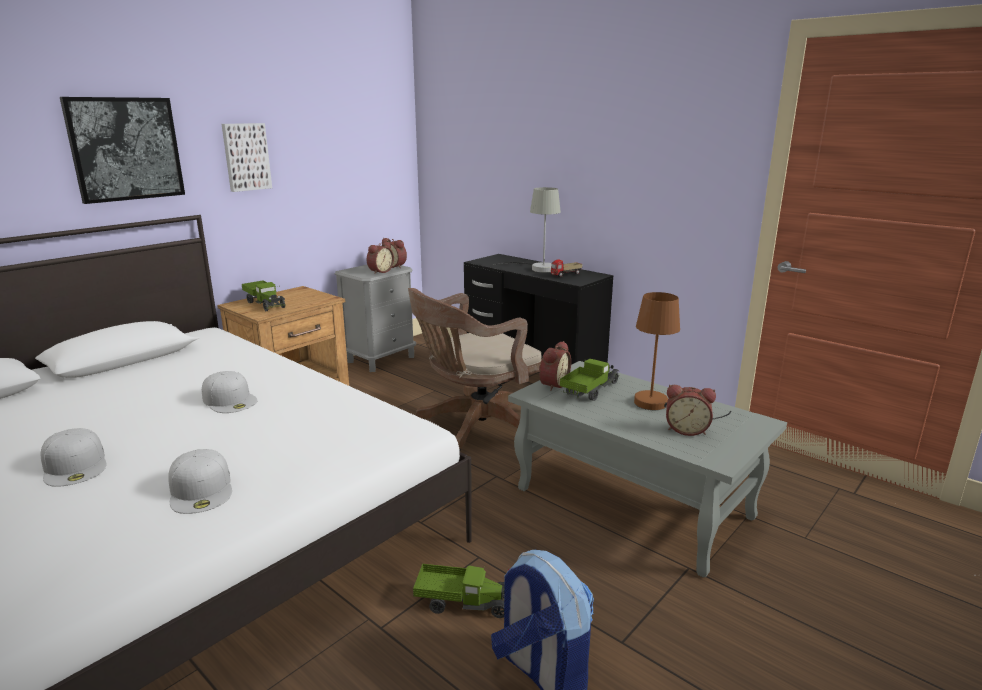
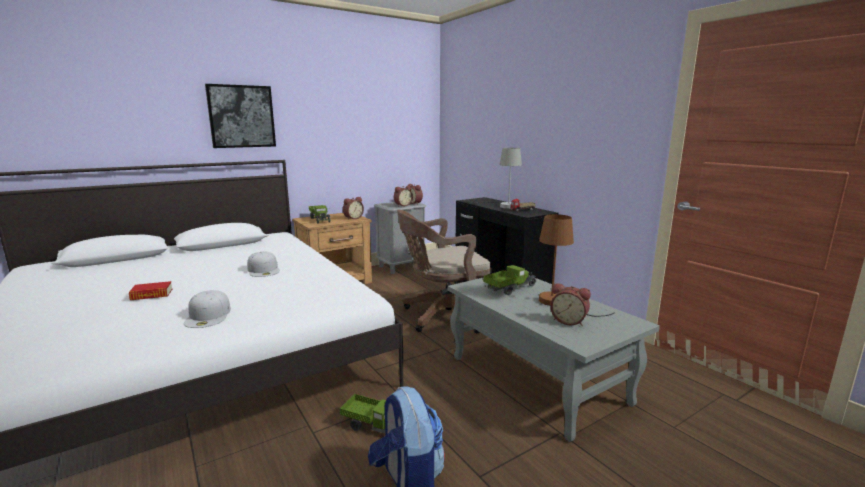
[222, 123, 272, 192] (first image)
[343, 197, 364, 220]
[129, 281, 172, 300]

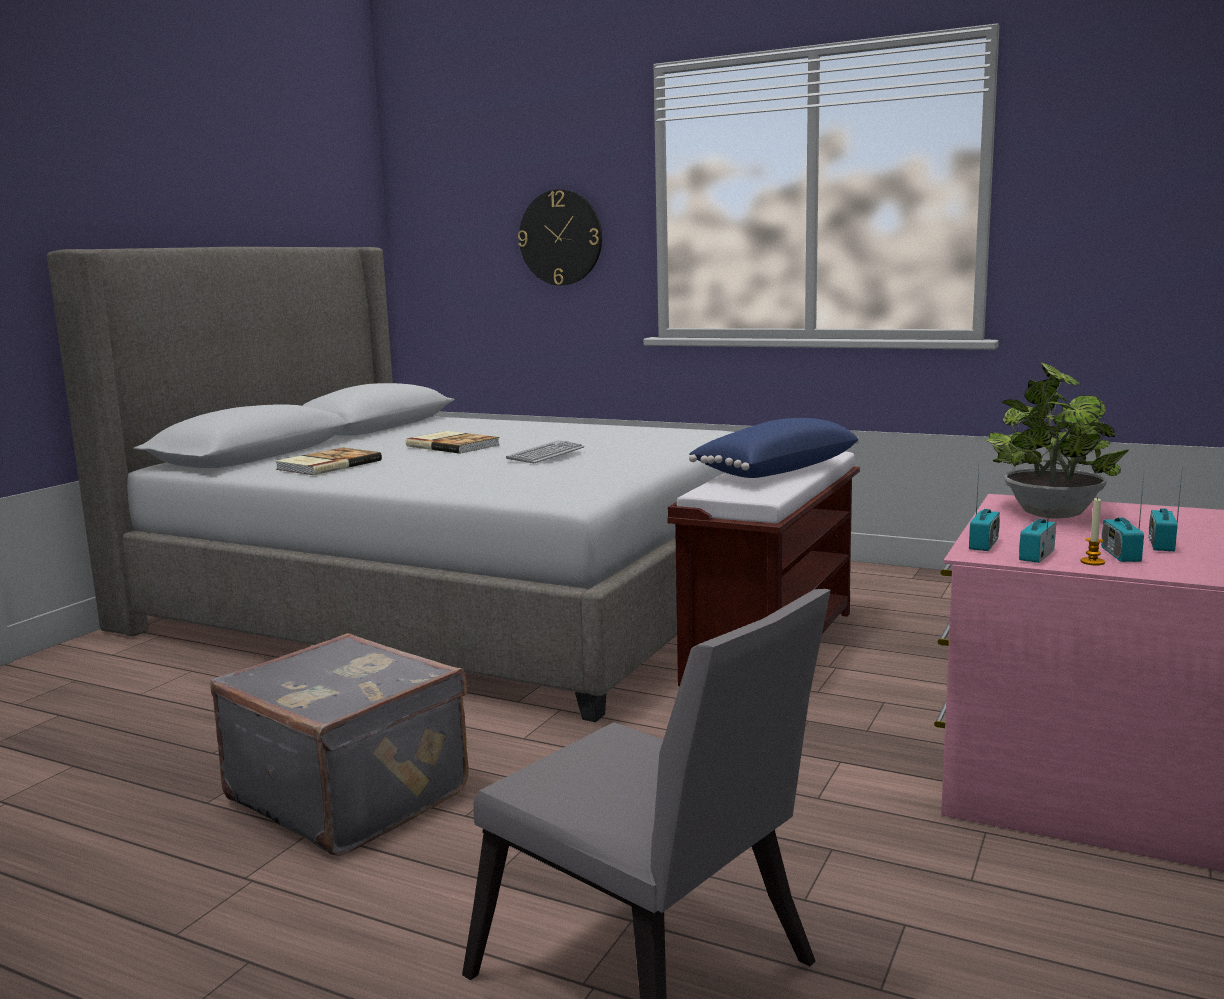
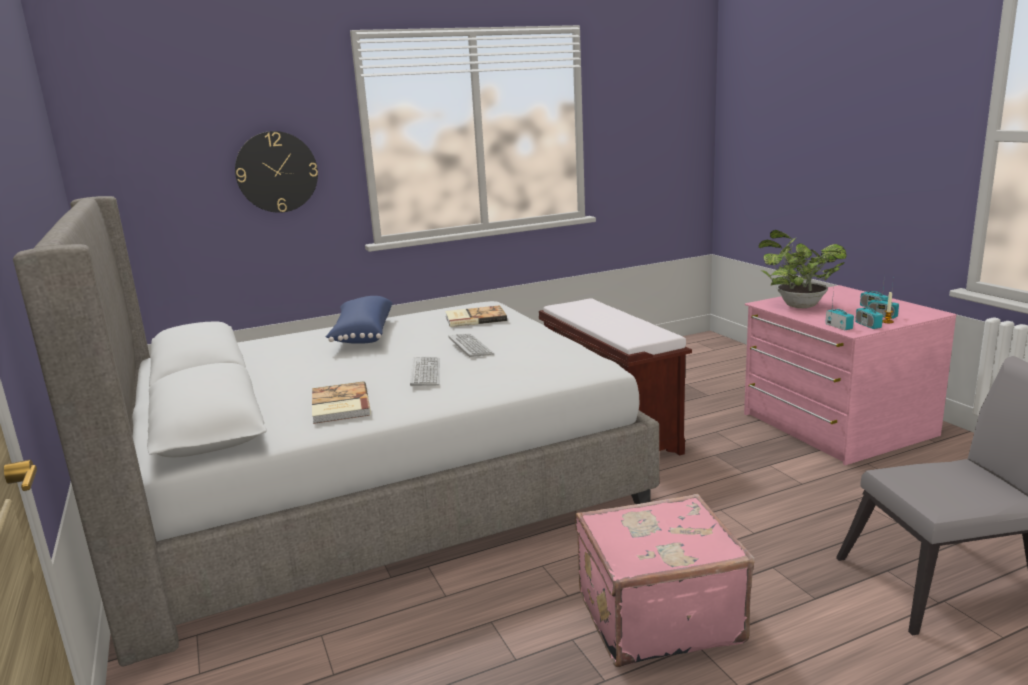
[326, 296, 393, 344]
[445, 305, 507, 327]
[575, 493, 755, 667]
[410, 357, 440, 386]

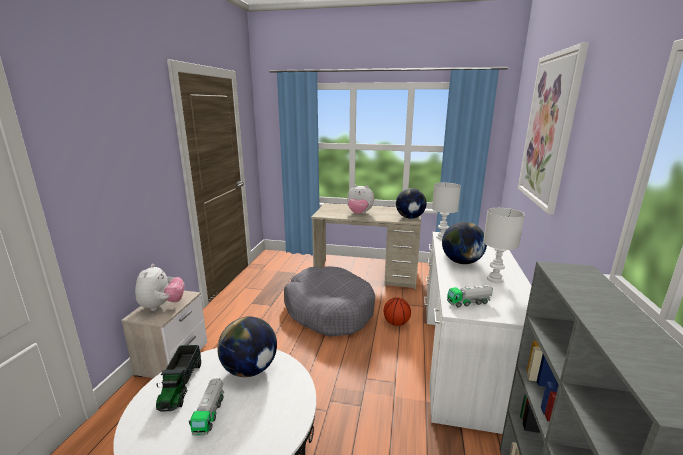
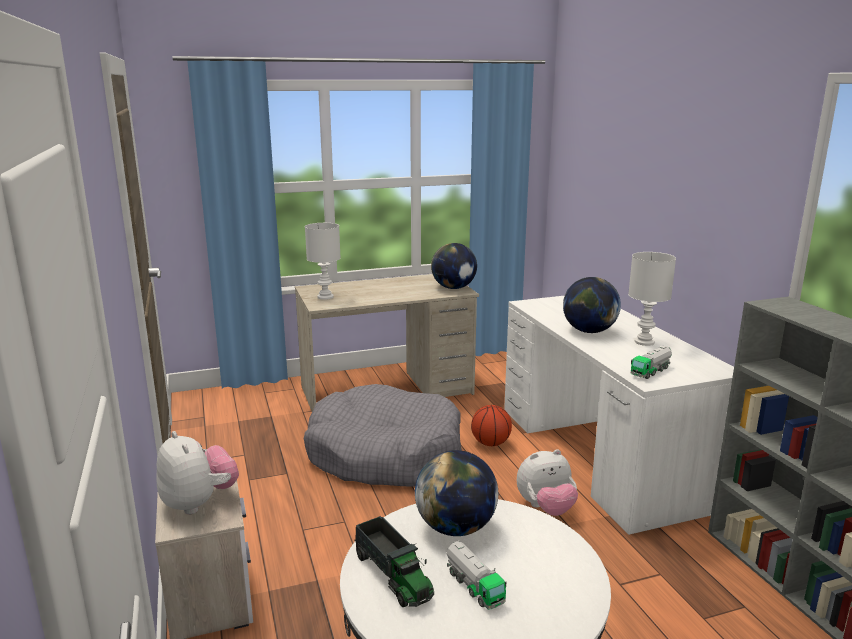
[518, 42, 589, 215] (first image)
[305, 223, 341, 300]
[517, 449, 578, 516]

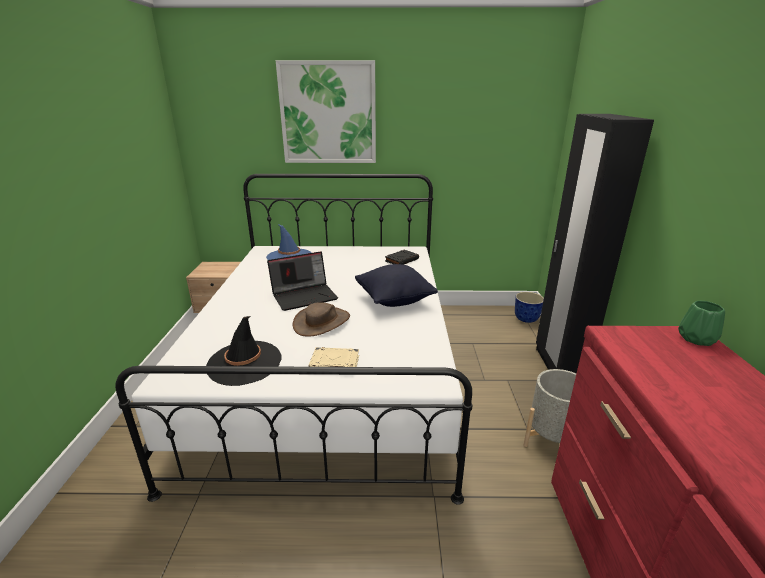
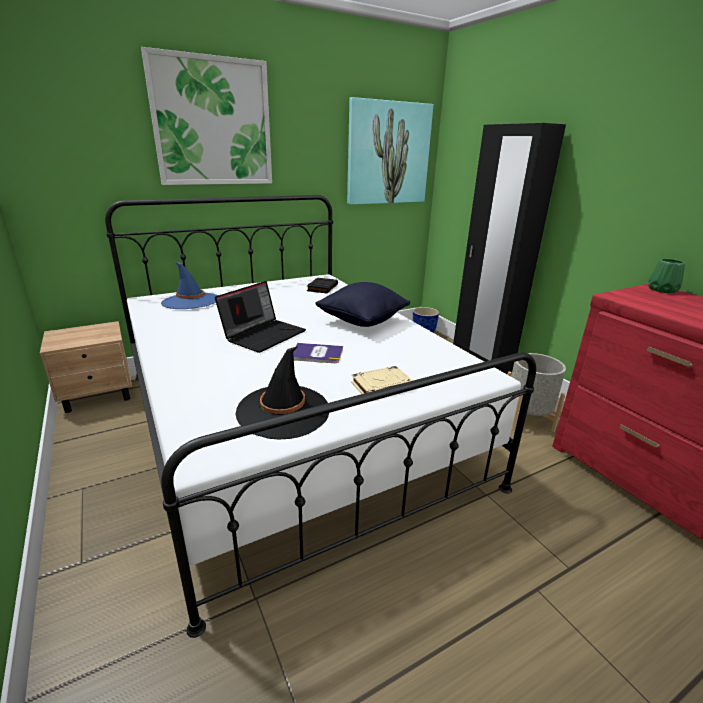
[293, 343, 343, 363]
[347, 97, 434, 205]

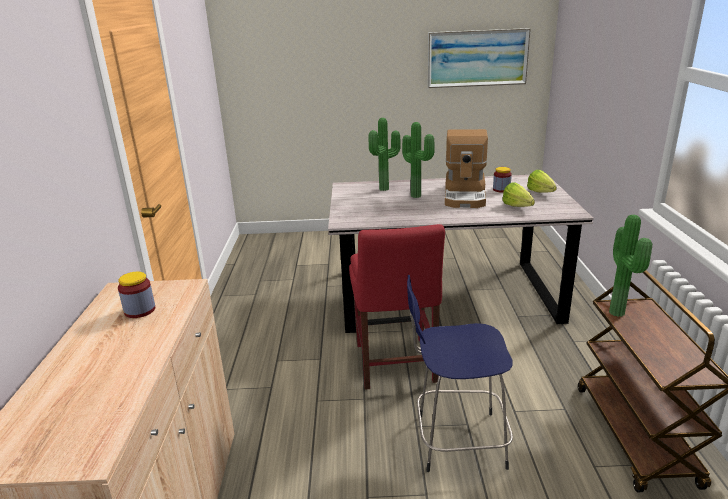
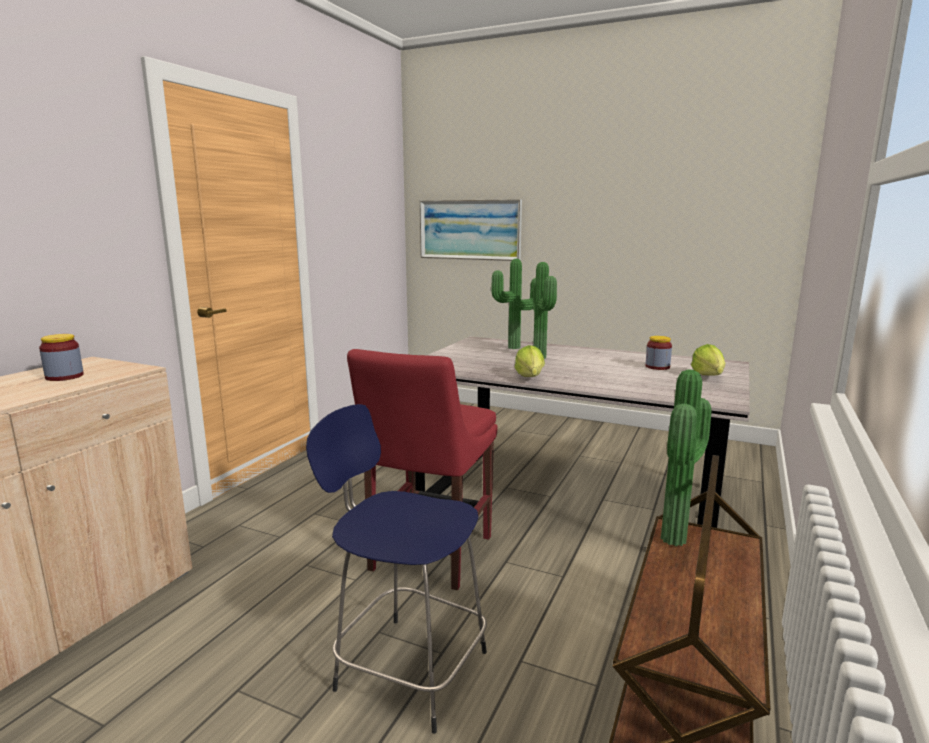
[420, 199, 522, 261]
[445, 129, 488, 208] (first image)
[514, 345, 545, 377]

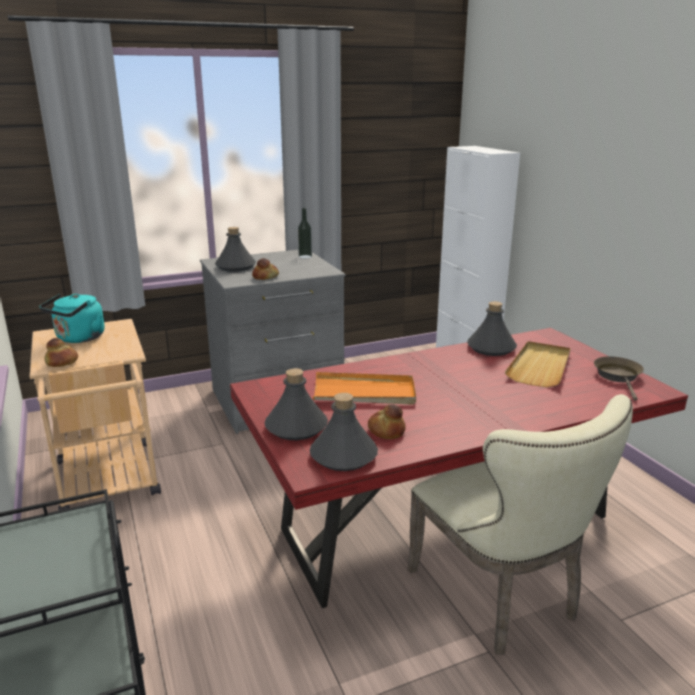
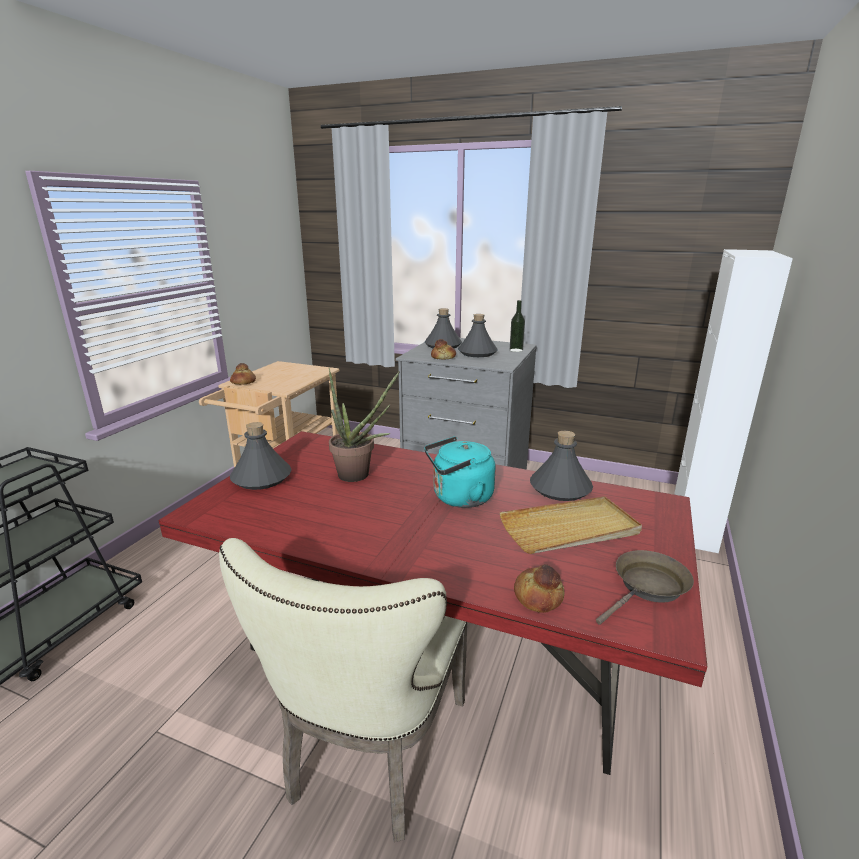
[424, 436, 496, 508]
[329, 368, 400, 482]
[458, 314, 498, 357]
[514, 564, 564, 613]

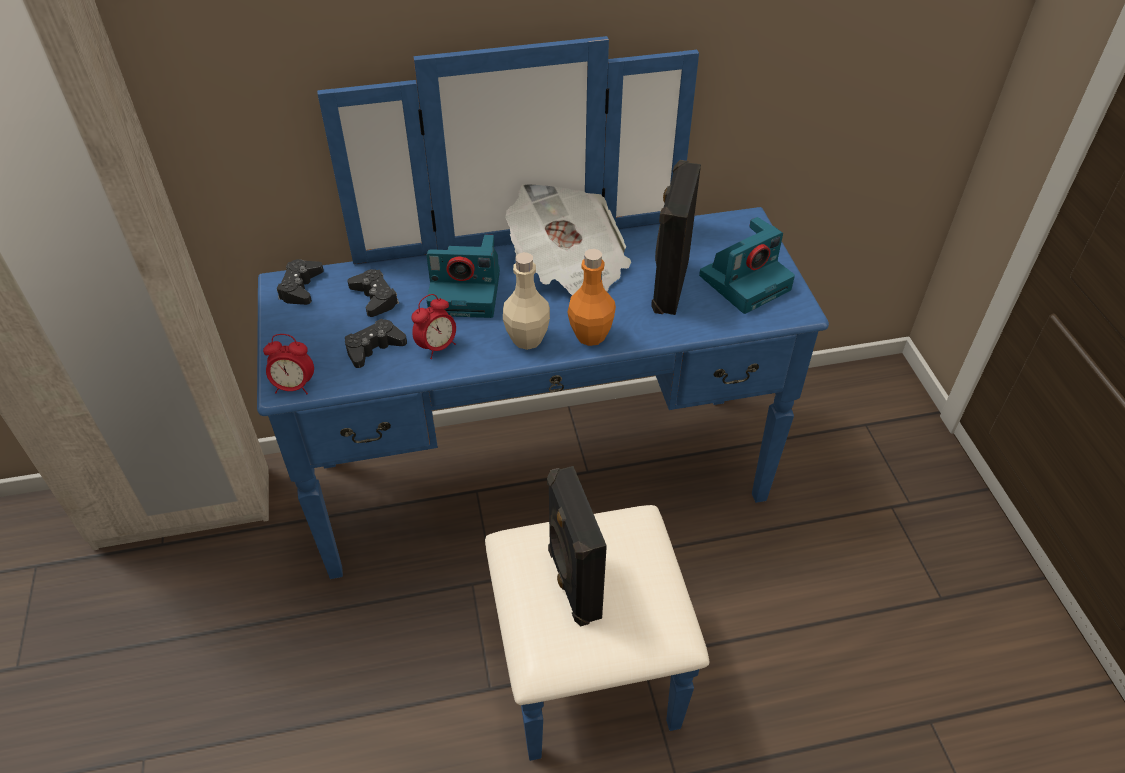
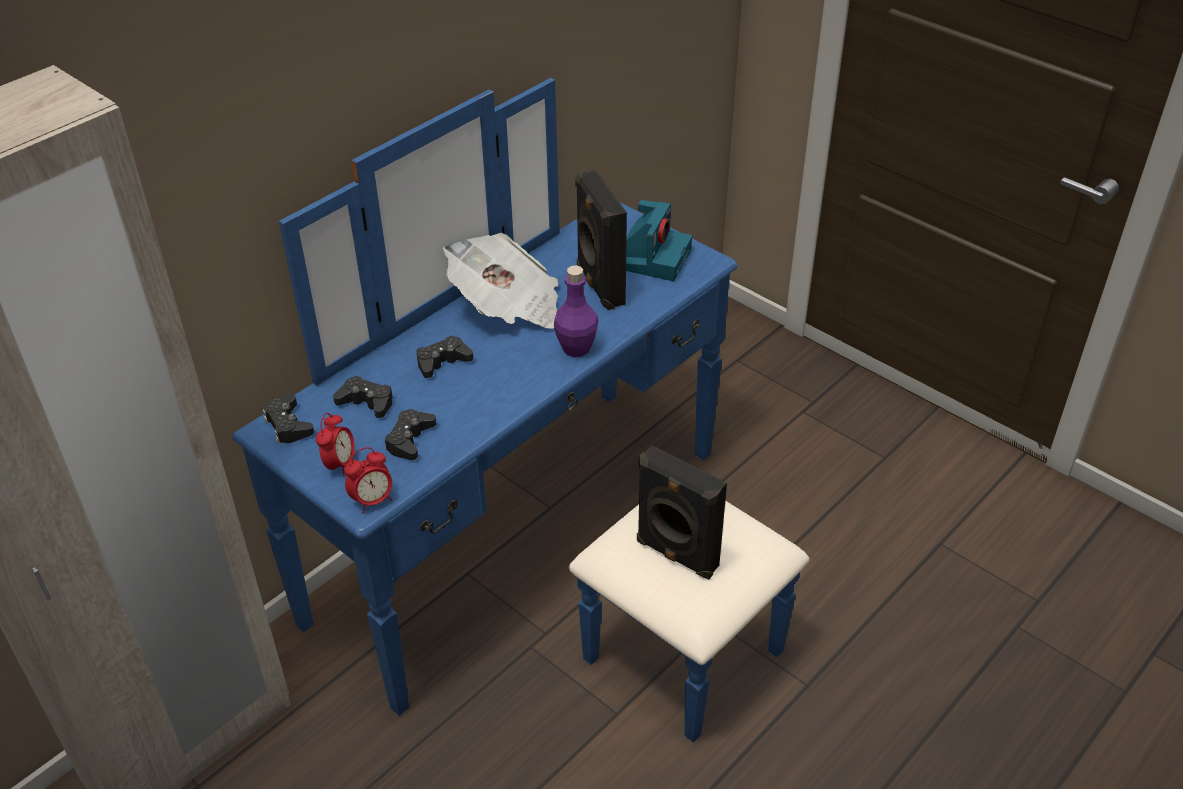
[417, 335, 474, 378]
[554, 265, 598, 357]
[503, 252, 550, 350] (first image)
[316, 413, 356, 476]

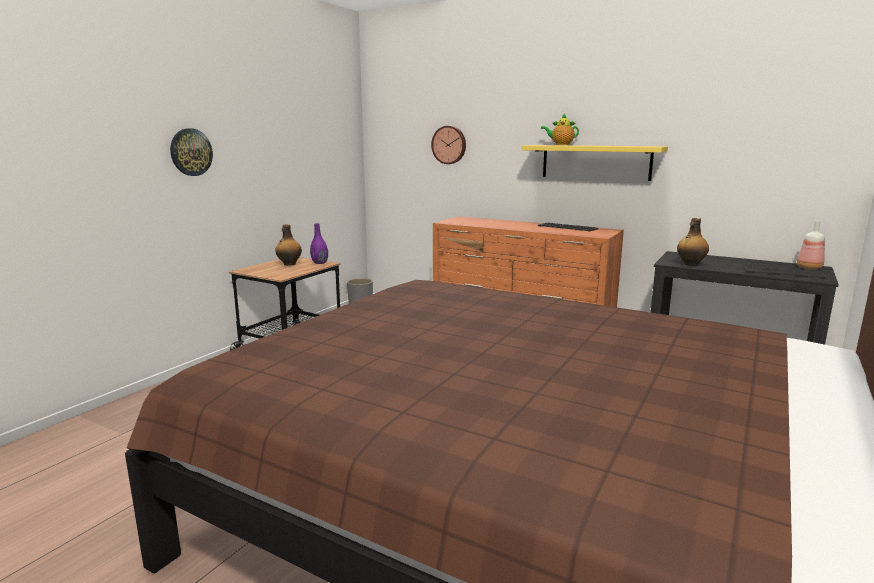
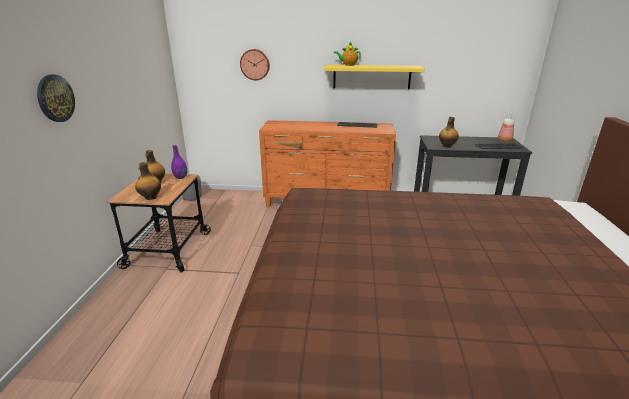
[135, 162, 161, 200]

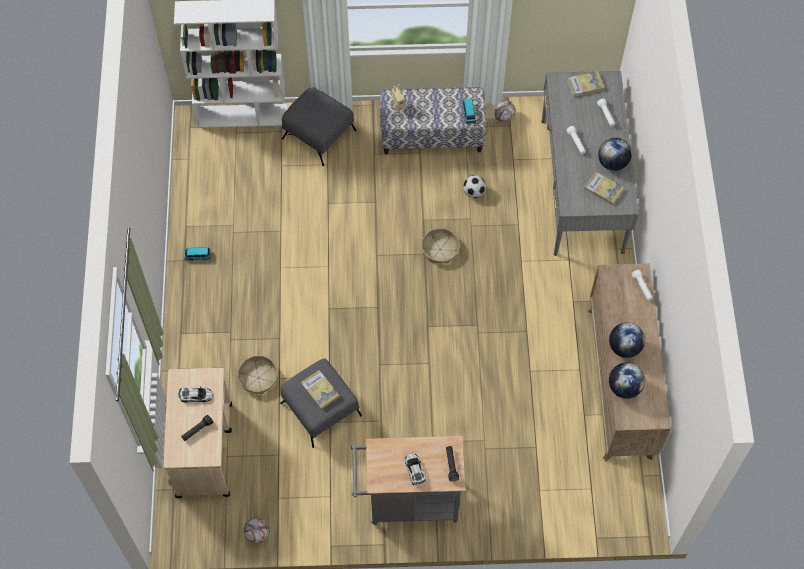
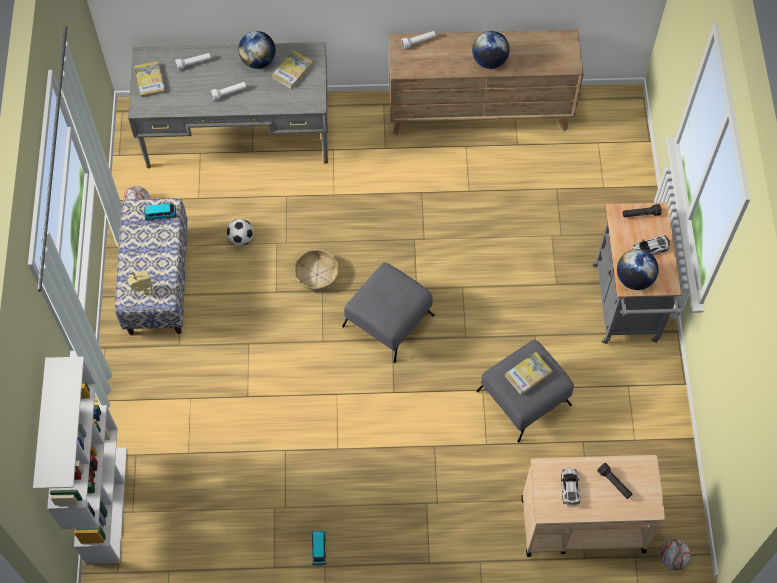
[342, 262, 435, 363]
[238, 356, 278, 394] (first image)
[617, 249, 659, 290]
[659, 539, 691, 570]

